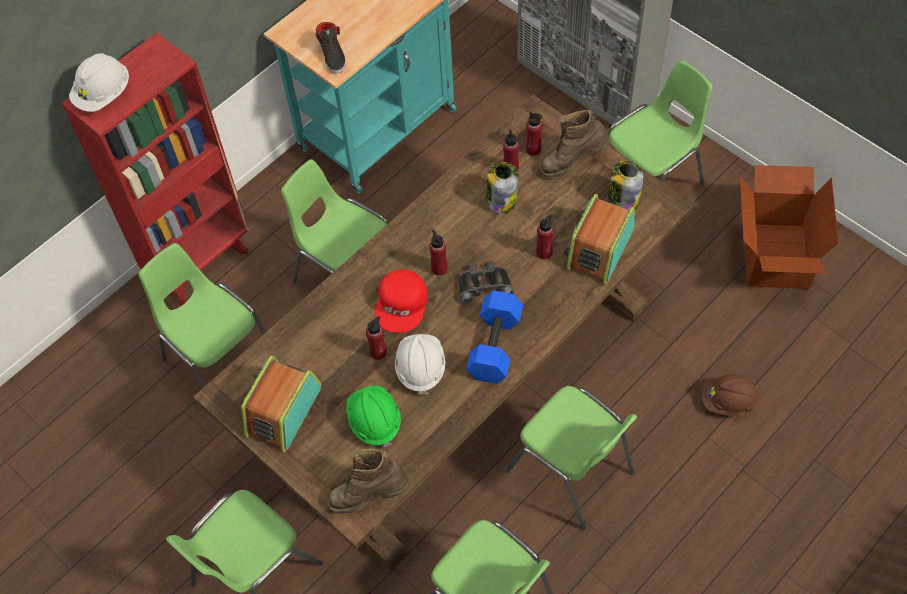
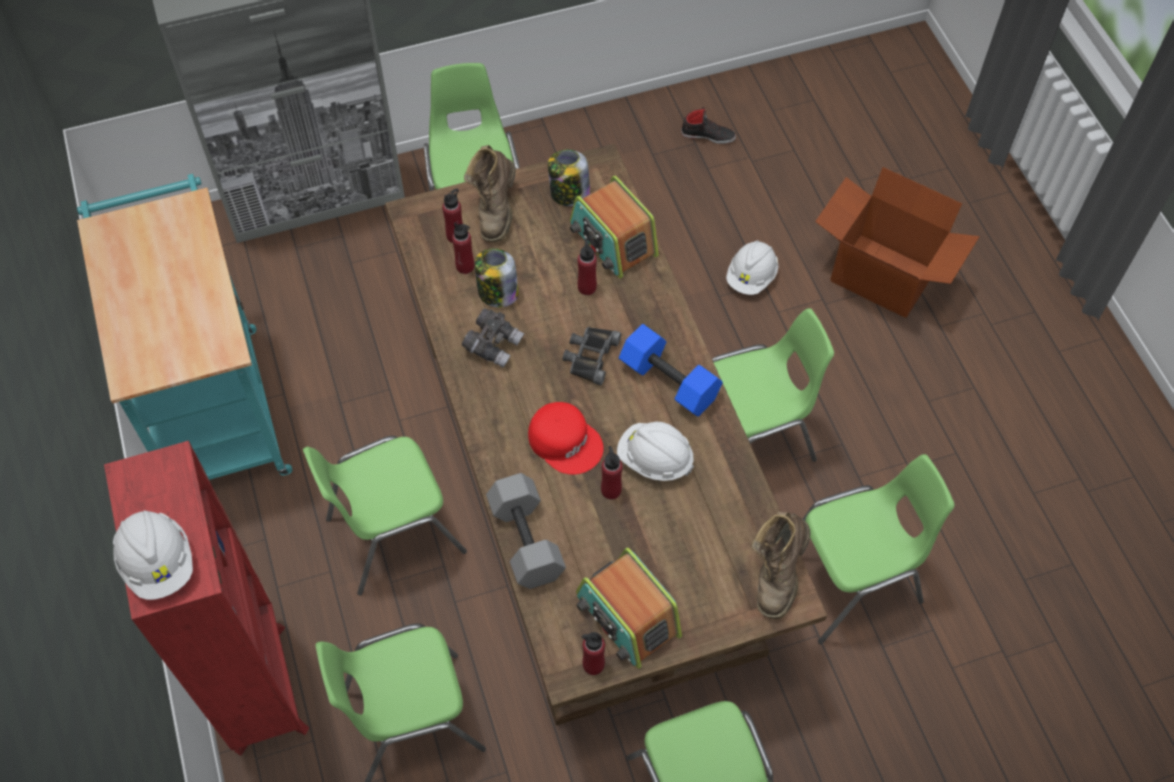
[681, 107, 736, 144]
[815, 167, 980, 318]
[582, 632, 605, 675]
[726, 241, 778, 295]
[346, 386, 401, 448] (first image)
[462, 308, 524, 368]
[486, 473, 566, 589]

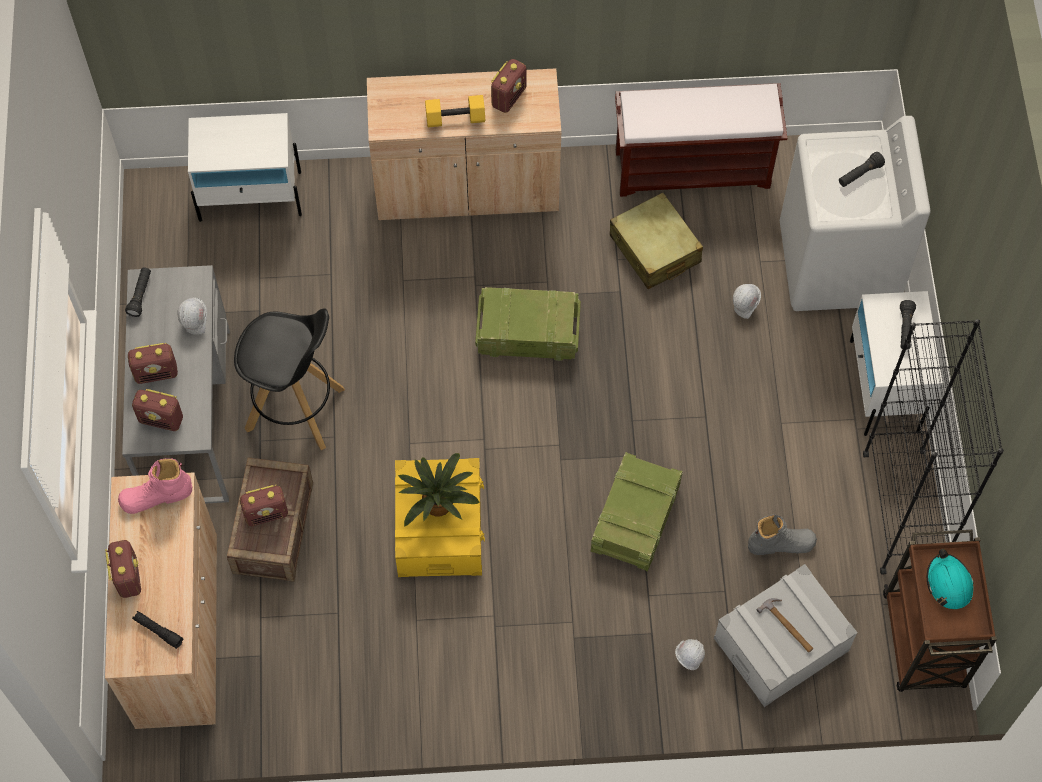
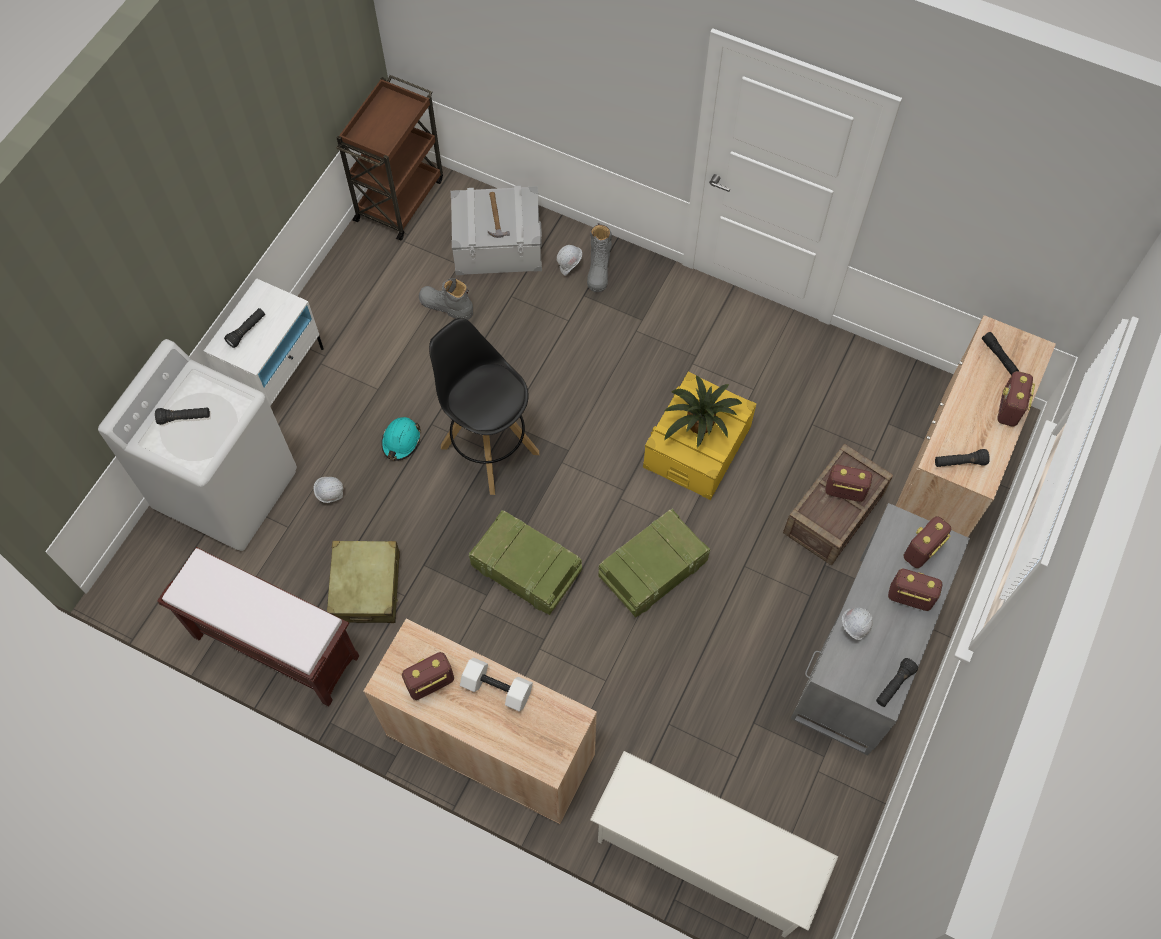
[460, 658, 533, 711]
[590, 751, 838, 937]
[429, 318, 539, 495]
[863, 319, 1004, 575] (first image)
[904, 516, 951, 568]
[599, 509, 710, 618]
[935, 449, 990, 467]
[381, 417, 421, 461]
[587, 223, 612, 292]

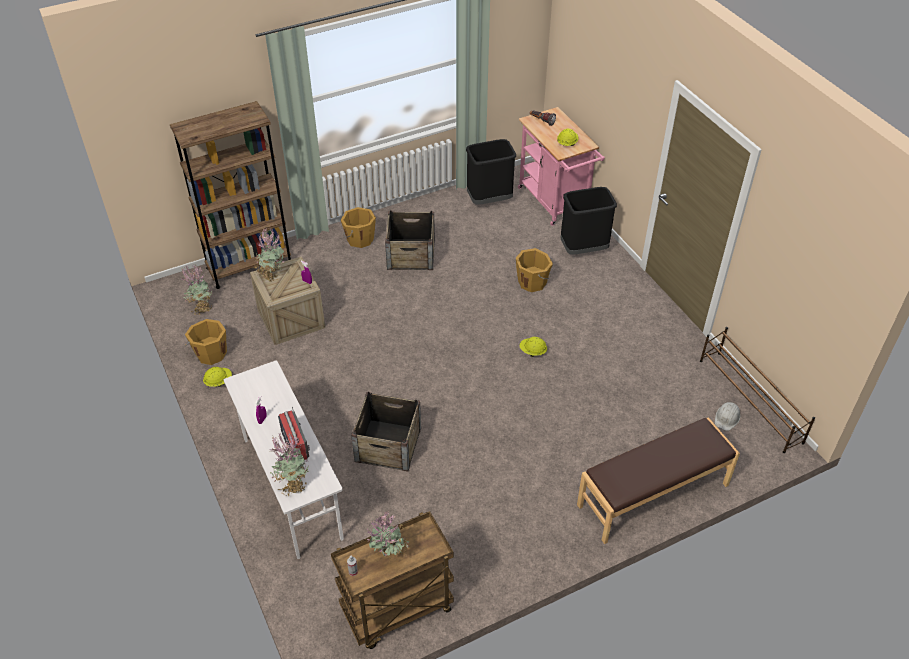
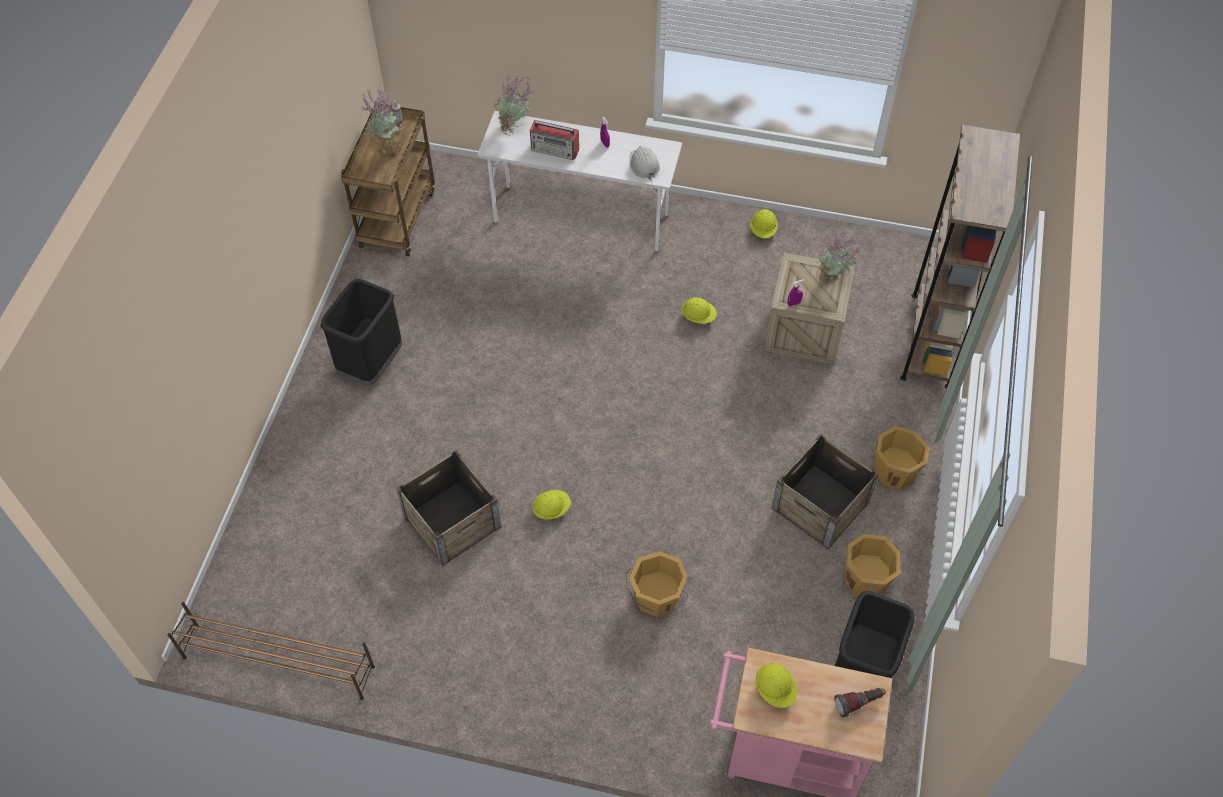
[320, 279, 402, 386]
[182, 265, 212, 315] (first image)
[845, 534, 900, 597]
[396, 450, 501, 566]
[630, 146, 660, 179]
[577, 417, 740, 544] (first image)
[681, 297, 717, 324]

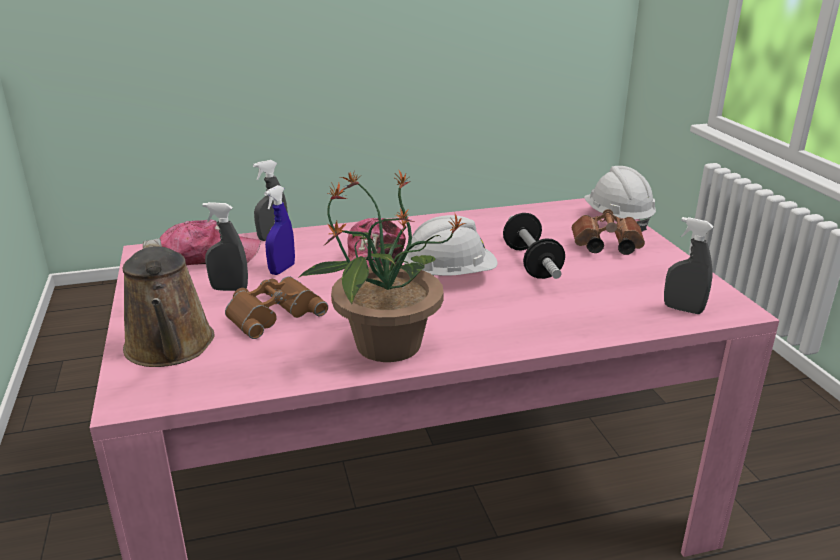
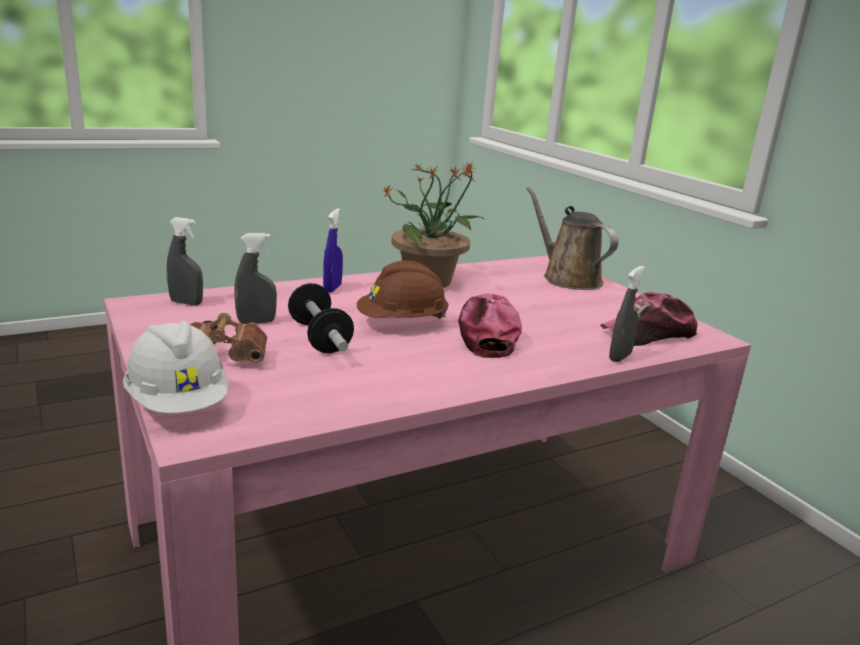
[323, 208, 343, 293]
[235, 233, 277, 323]
[357, 261, 449, 319]
[225, 276, 328, 339] (first image)

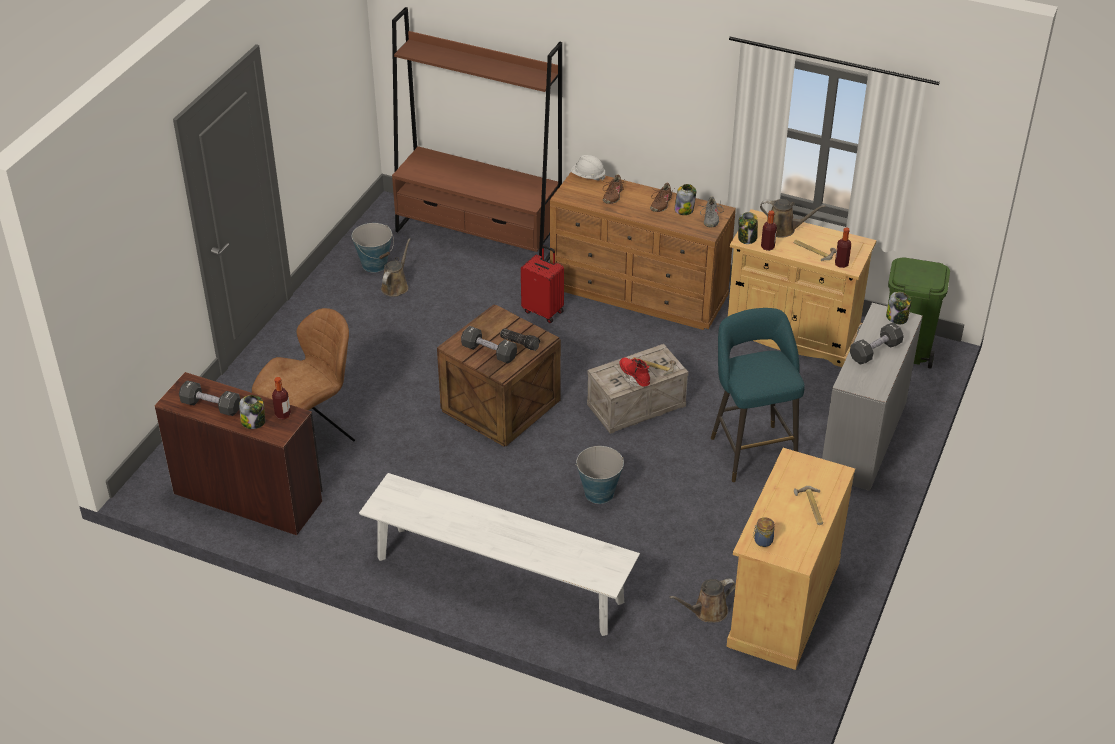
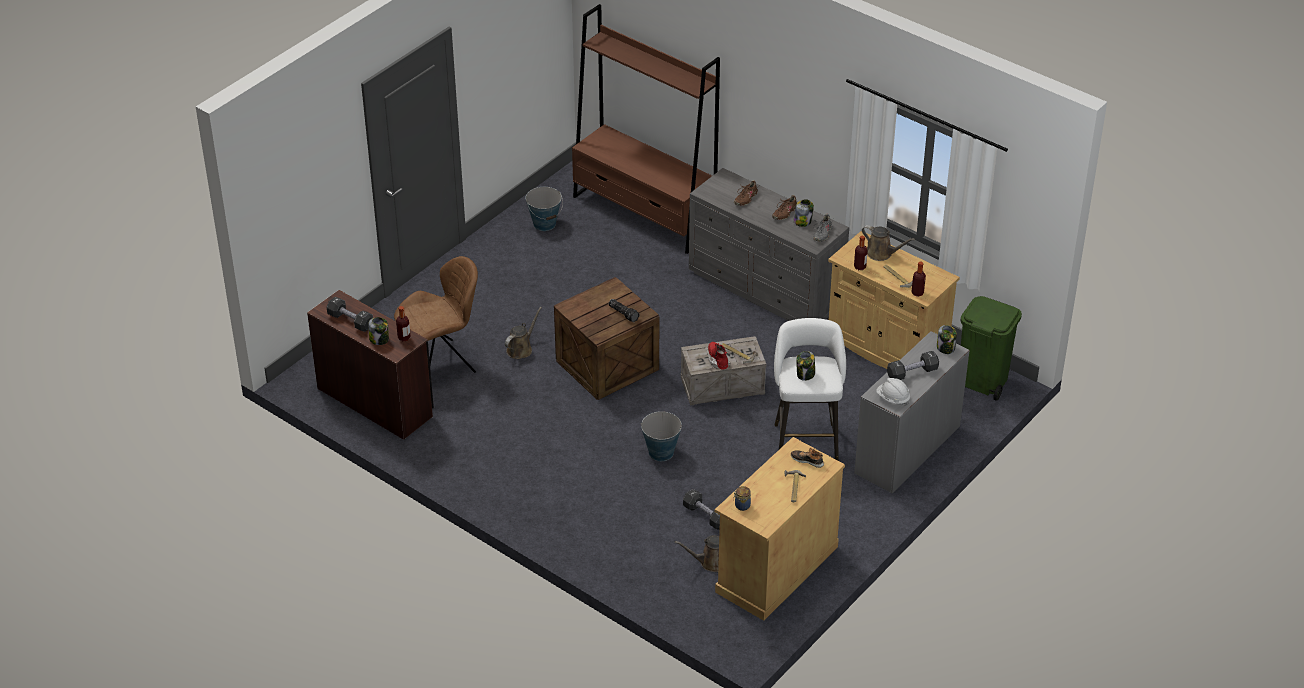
[876, 378, 910, 406]
[689, 168, 849, 321]
[796, 351, 815, 381]
[505, 307, 542, 359]
[521, 245, 564, 323] (first image)
[774, 318, 846, 461]
[683, 489, 720, 530]
[359, 473, 640, 636] (first image)
[791, 448, 824, 468]

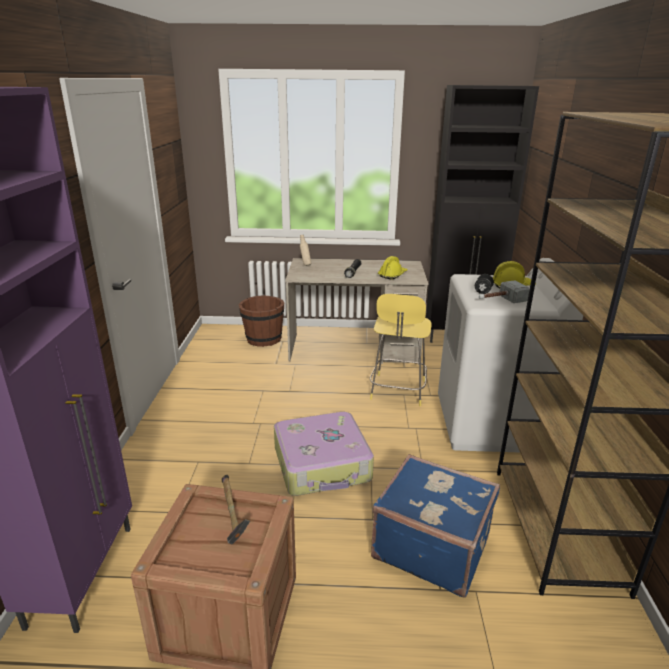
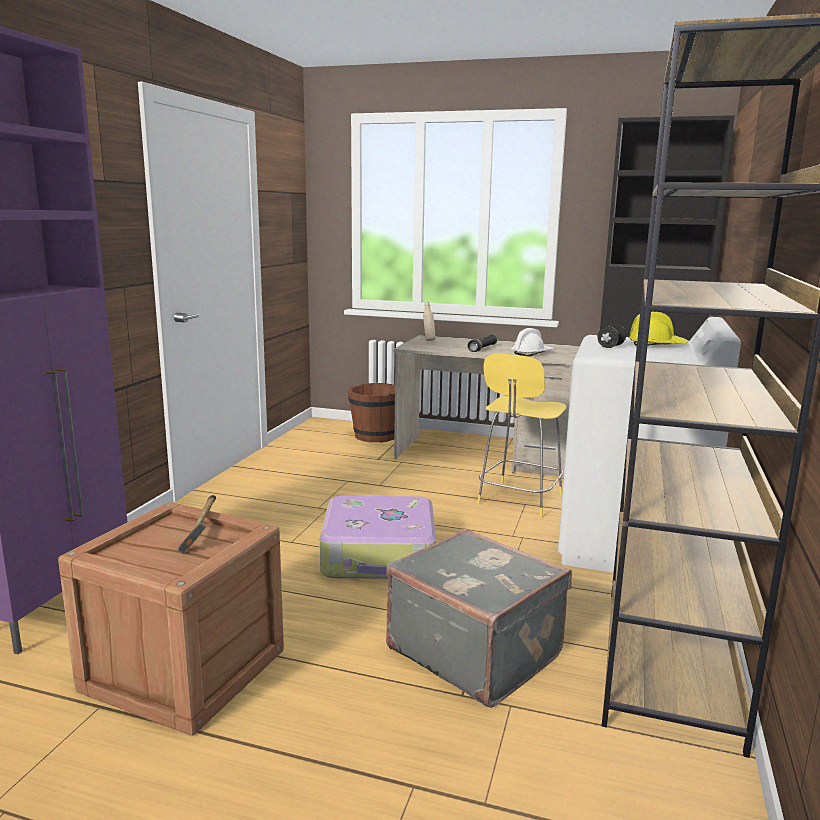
[511, 328, 553, 357]
[479, 280, 529, 303] (first image)
[386, 529, 572, 708]

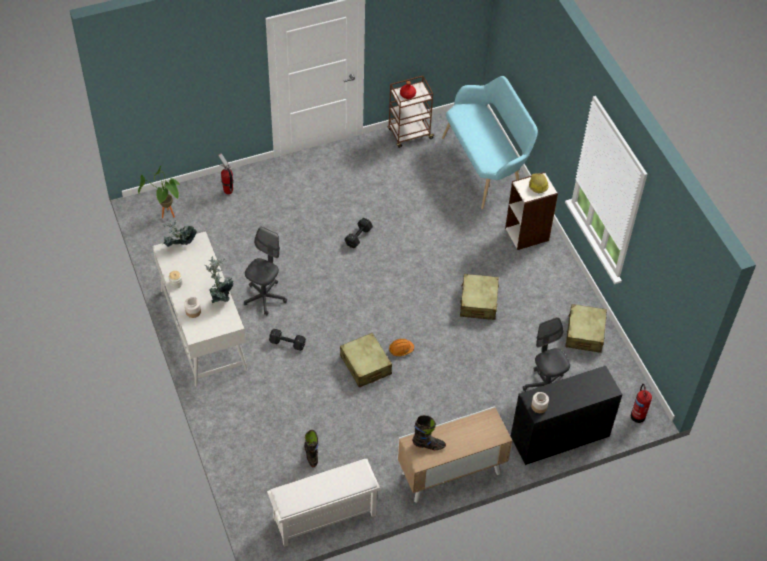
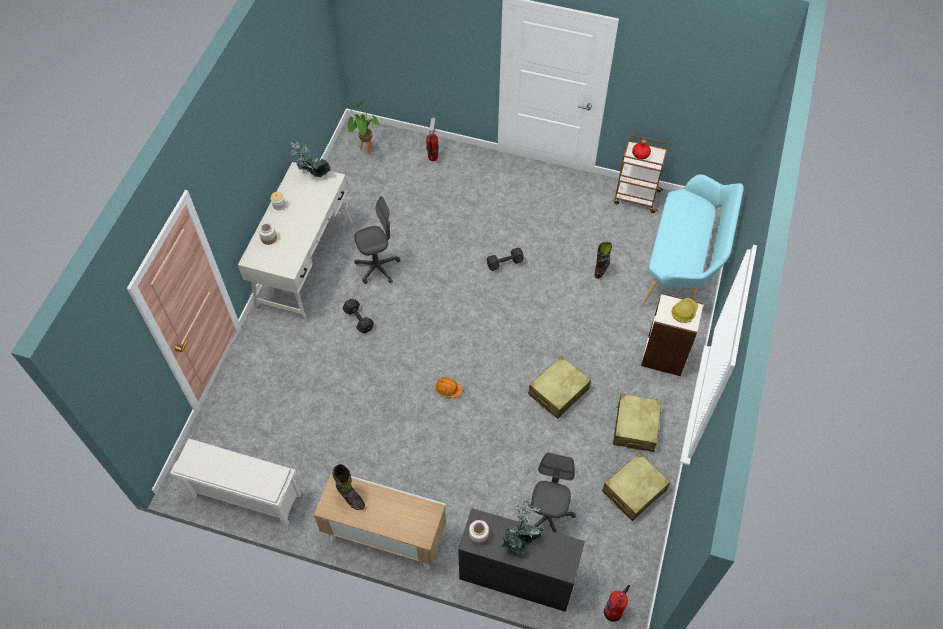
[501, 498, 544, 554]
[613, 394, 661, 452]
[595, 242, 612, 279]

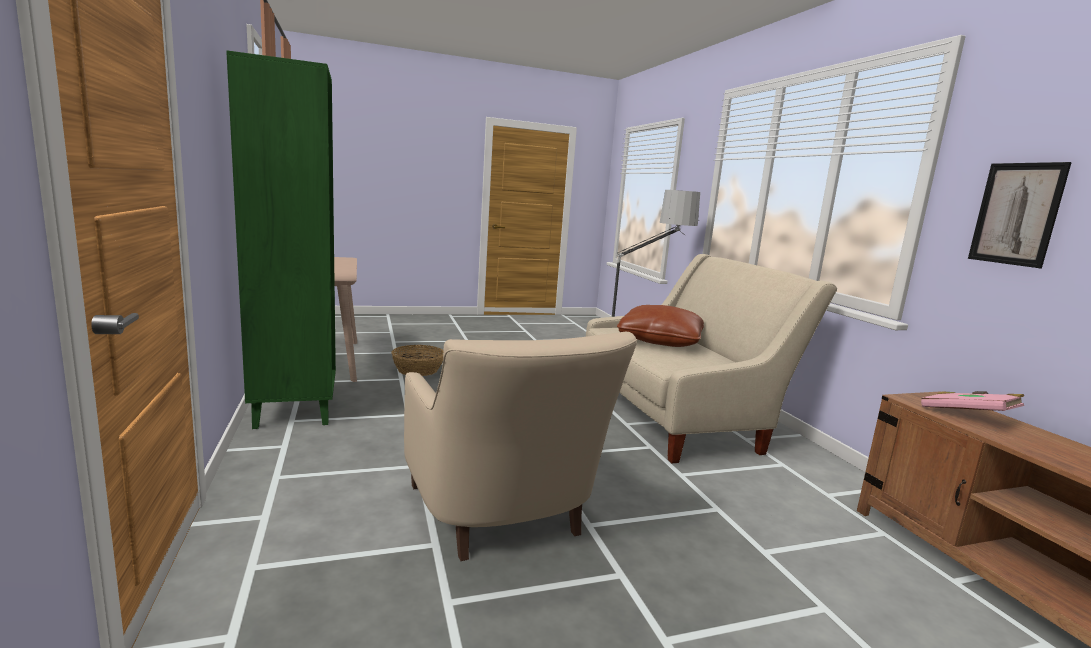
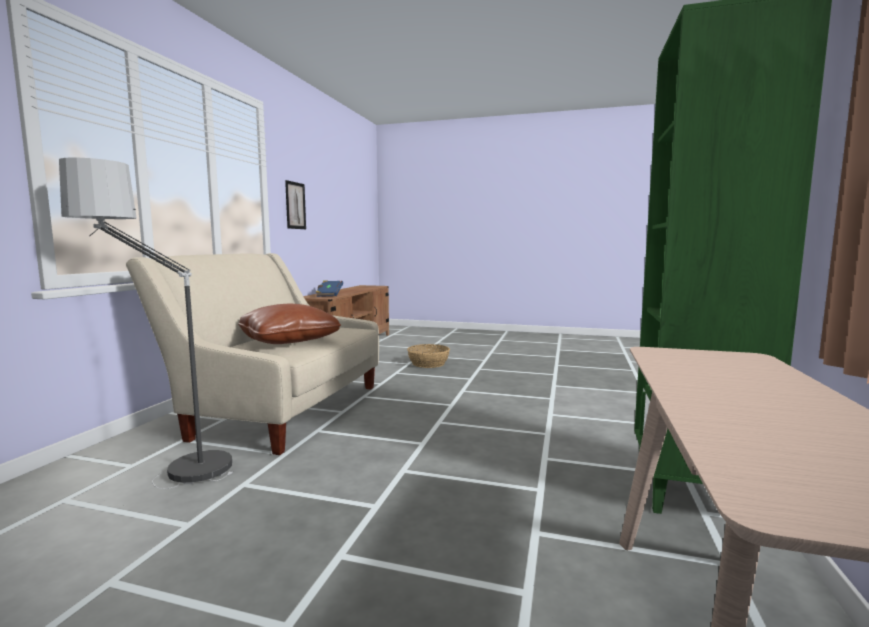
[404, 331, 638, 561] (first image)
[407, 344, 450, 368]
[316, 280, 343, 297]

